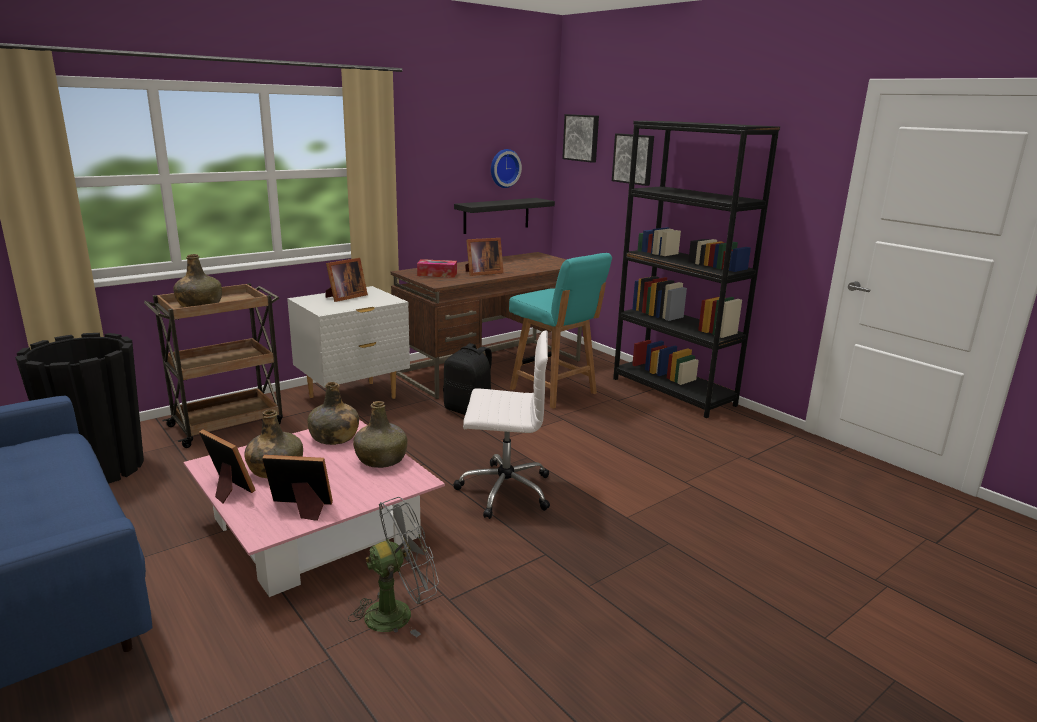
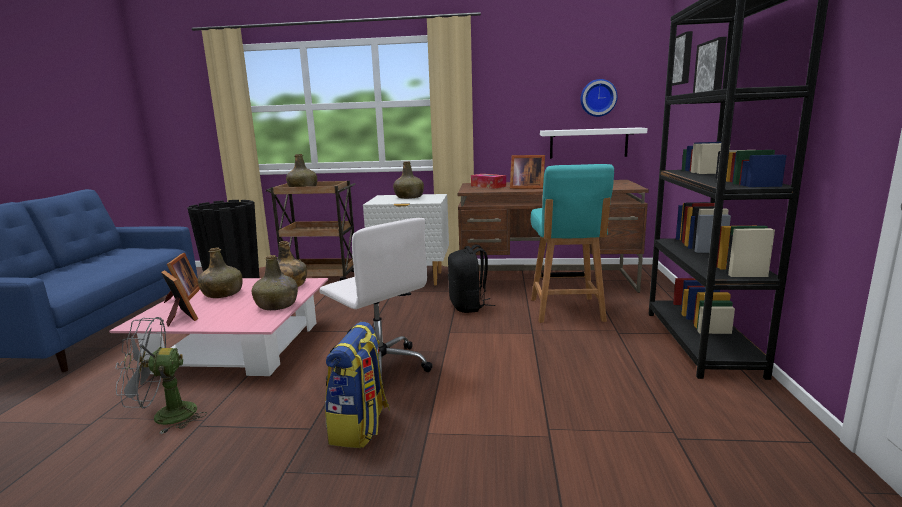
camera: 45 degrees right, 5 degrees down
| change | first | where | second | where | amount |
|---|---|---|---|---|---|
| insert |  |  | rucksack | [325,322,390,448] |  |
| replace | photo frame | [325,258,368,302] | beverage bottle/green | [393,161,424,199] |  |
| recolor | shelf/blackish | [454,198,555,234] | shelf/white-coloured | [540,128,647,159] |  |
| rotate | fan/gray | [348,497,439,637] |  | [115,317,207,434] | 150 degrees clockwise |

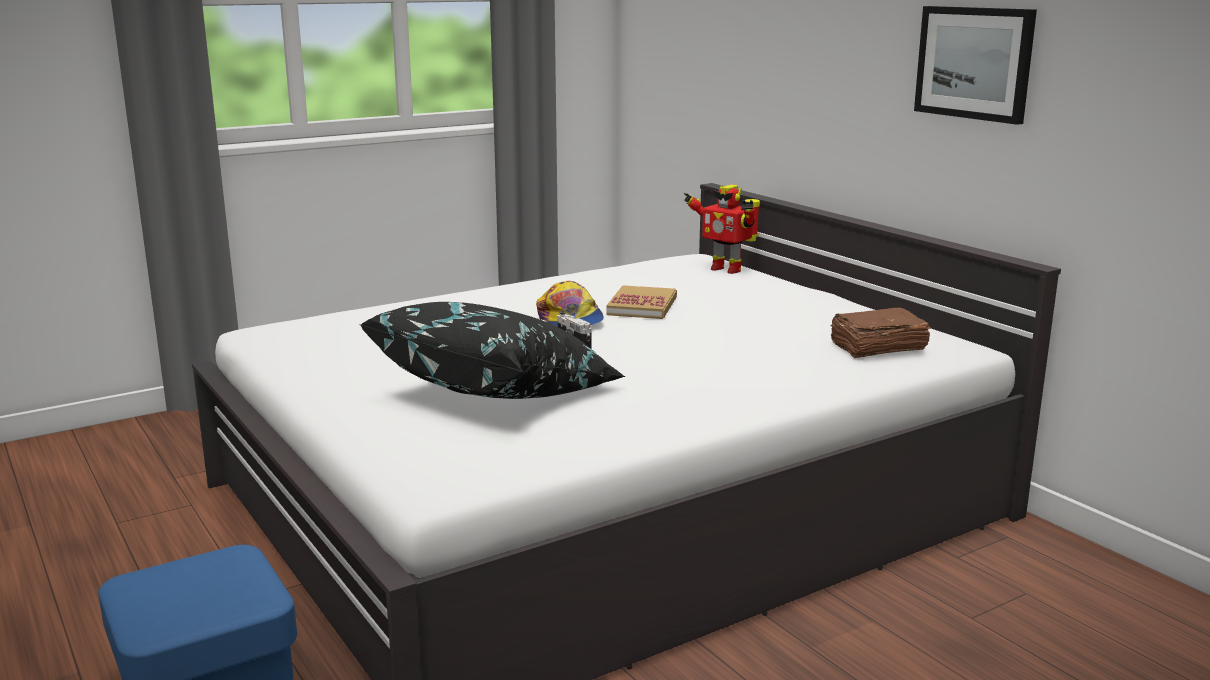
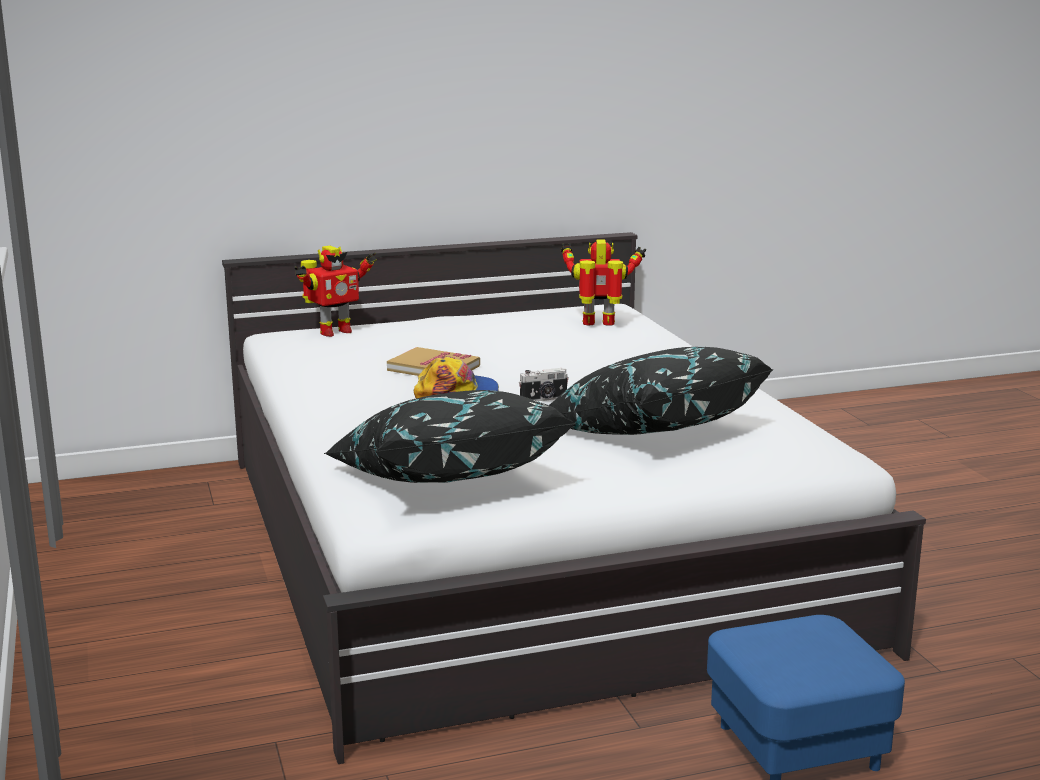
camera: 75 degrees left, 0 degrees up
| change | first | where | second | where | amount |
|---|---|---|---|---|---|
| delete | picture | [914,6,1037,125] |  |  |  |
| insert |  |  | cushion/blackish | [324,390,576,483] |  |
| replace | bound book/brown | [830,308,931,358] | robot figure | [561,239,646,326] |  |

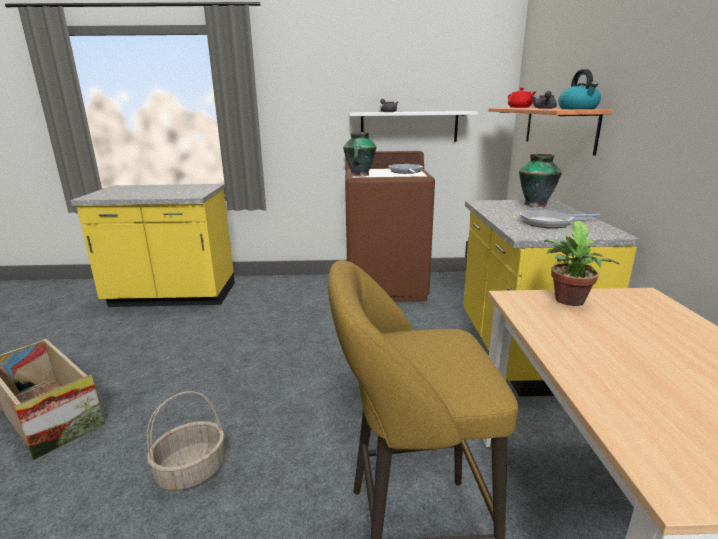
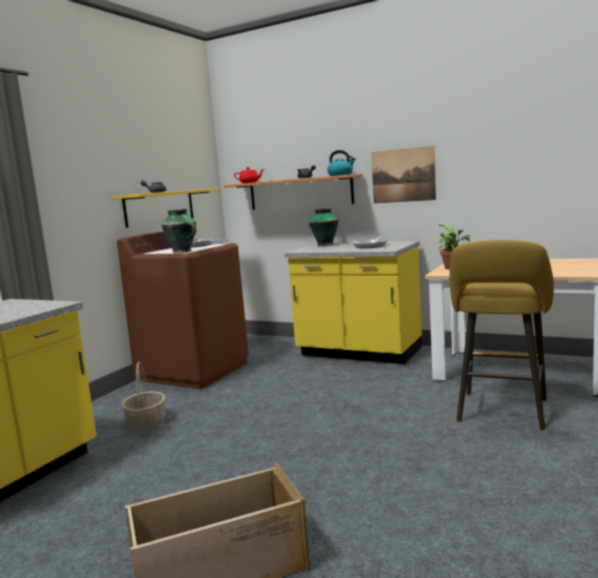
camera: 60 degrees left, 10 degrees down
| change | first | where | second | where | amount |
|---|---|---|---|---|---|
| insert |  |  | picture | [371,146,436,204] |  |
| move | basket | [147,391,225,491] |  | [121,361,166,430] |  |
| recolor | shelf/white-coloured | [350,111,478,142] | shelf/yellowish | [113,188,220,228] |  |

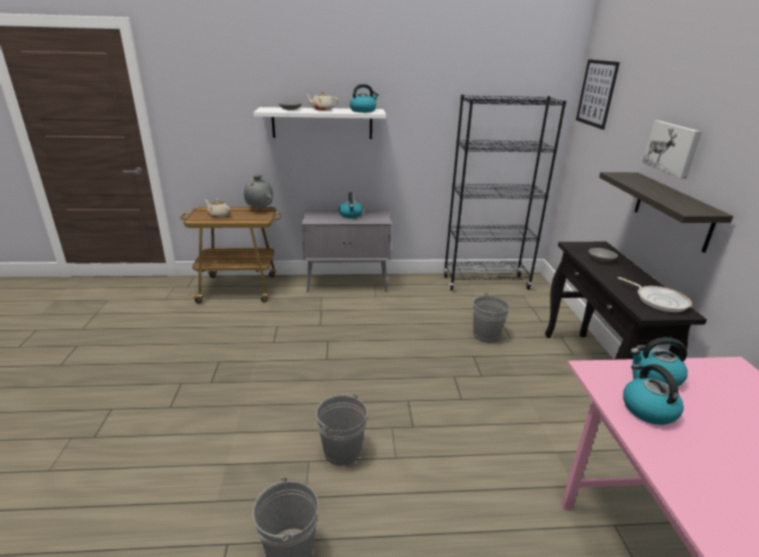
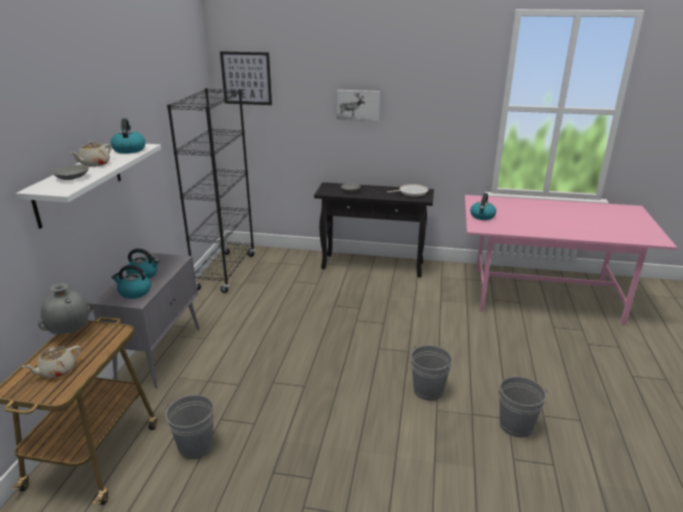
camera: 75 degrees left, 0 degrees up
| change | first | where | second | where | amount |
|---|---|---|---|---|---|
| delete | shelf | [599,172,733,253] |  |  |  |
| move | bucket/gray | [473,293,509,343] |  | [164,395,214,459] |  |
| move | kettle | [623,364,684,425] |  | [111,265,151,299] |  |

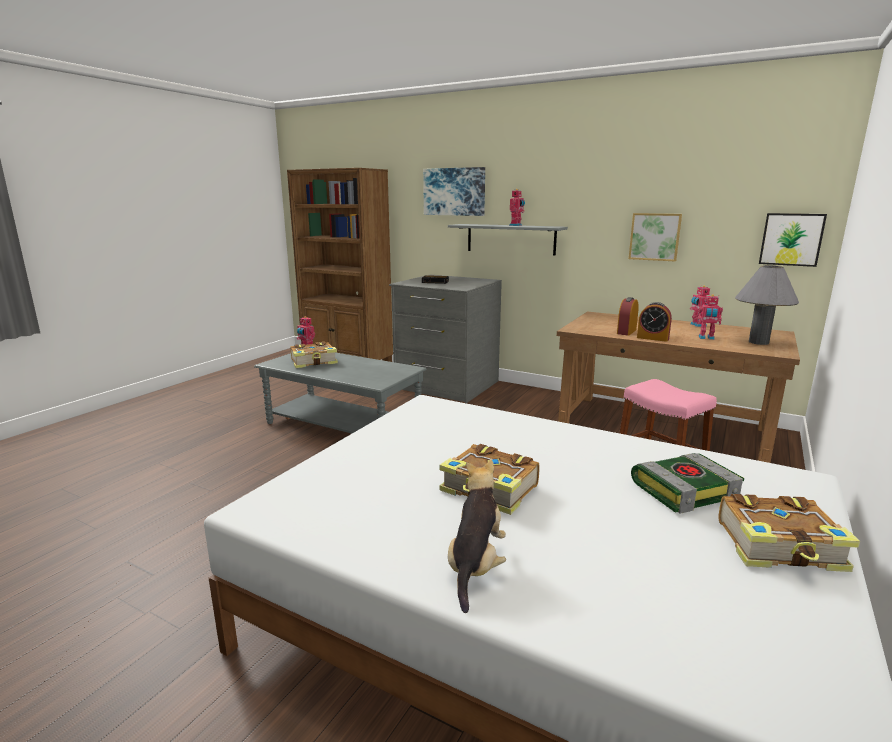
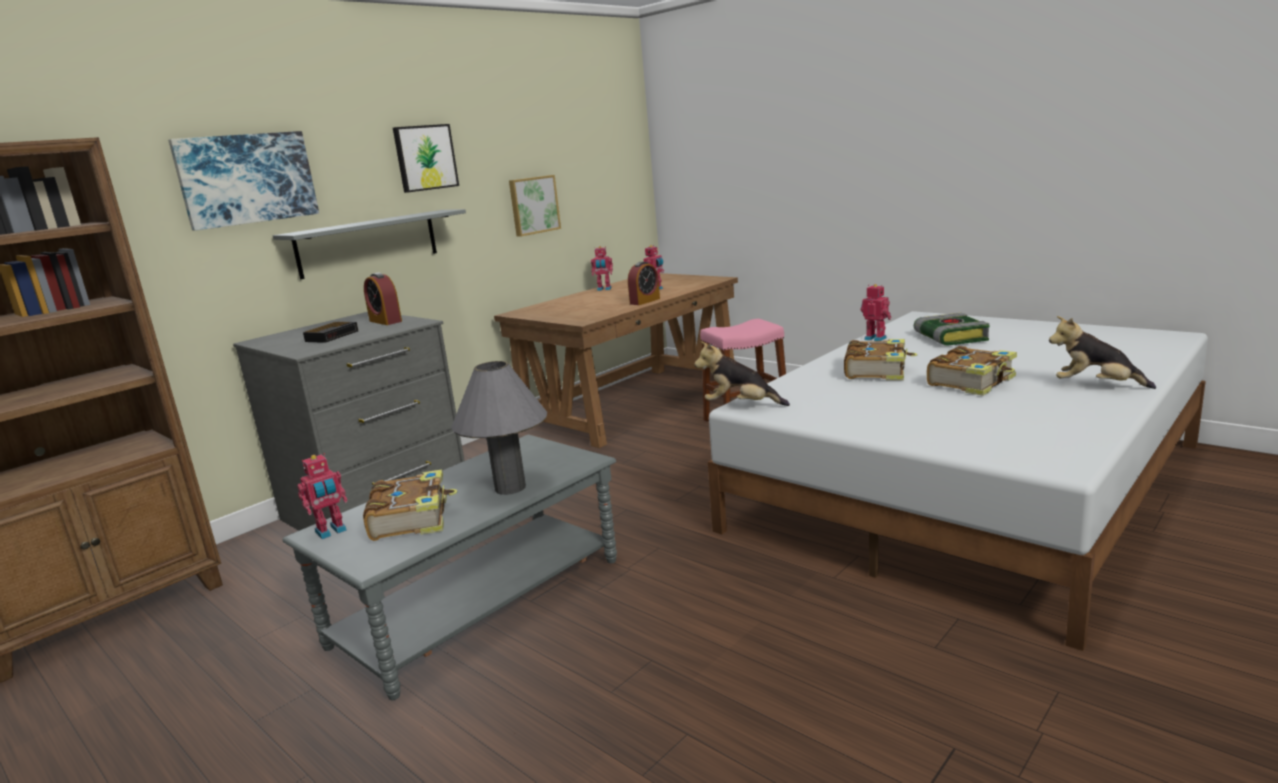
camera: 75 degrees left, 0 degrees up
| change | first | where | second | where | amount |
|---|---|---|---|---|---|
| insert |  |  | soft toy | [694,341,790,406] |  |
| move | robot figure | [509,189,525,226] |  | [861,284,891,341] |  |
| move | alarm clock | [617,297,639,336] |  | [364,273,402,325] |  |
| move | bound book | [719,494,860,572] |  | [844,339,918,380] |  |
| move | table lamp/gray | [735,265,799,345] |  | [451,361,547,495] |  |
| move | picture | [759,213,827,267] |  | [393,124,459,193] |  |

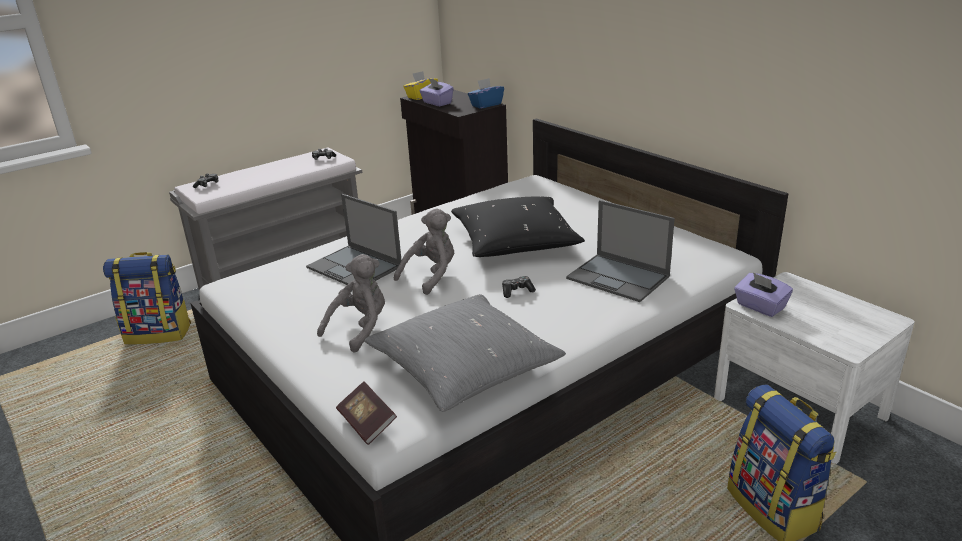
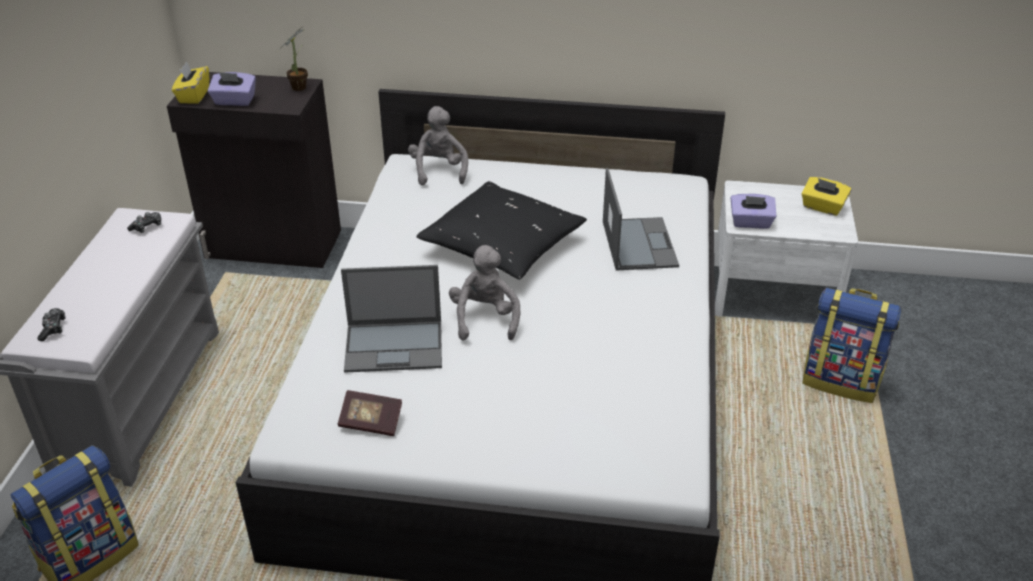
camera: 45 degrees left, 10 degrees up
| change | first | where | second | where | amount |
|---|---|---|---|---|---|
| delete | cushion/gray | [364,294,566,412] |  |  |  |
| delete | game controller | [502,276,536,298] |  |  |  |
| insert |  |  | tissue holder/yellowish | [801,177,852,216] |  |
| move | soft toy/gray | [317,254,385,353] |  | [408,106,468,186] |  |
| move | bound book | [336,382,397,445] |  | [338,390,402,436] |  |
| replace | tissue holder/bluish | [468,78,504,109] | houseplant | [278,26,308,91] |  |
| rotate | notebook computer | [566,200,675,302] |  | [603,168,679,271] | 90 degrees counterclockwise |

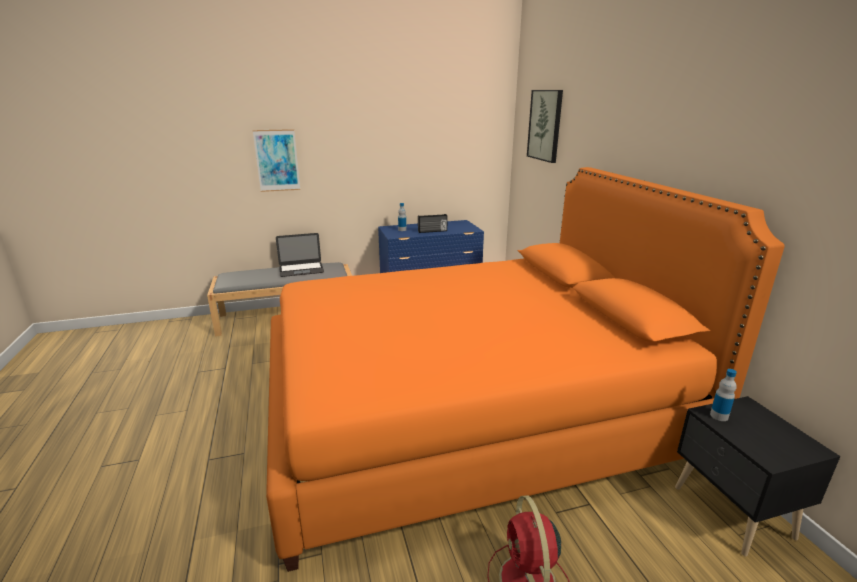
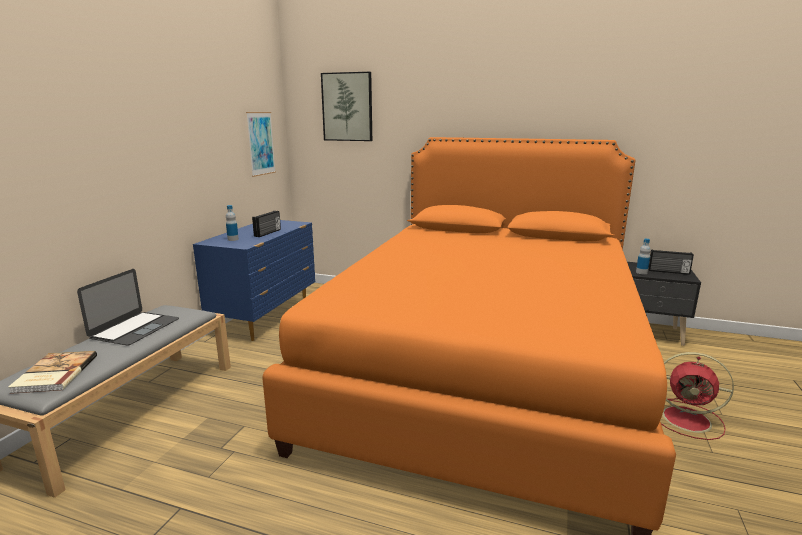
camera: 55 degrees left, 5 degrees down
| change | first | where | second | where | amount |
|---|---|---|---|---|---|
| insert |  |  | bound book | [8,351,97,394] |  |
| insert |  |  | radio set | [648,250,694,275] |  |
| move | picture | [253,129,300,192] |  | [246,112,276,177] |  |

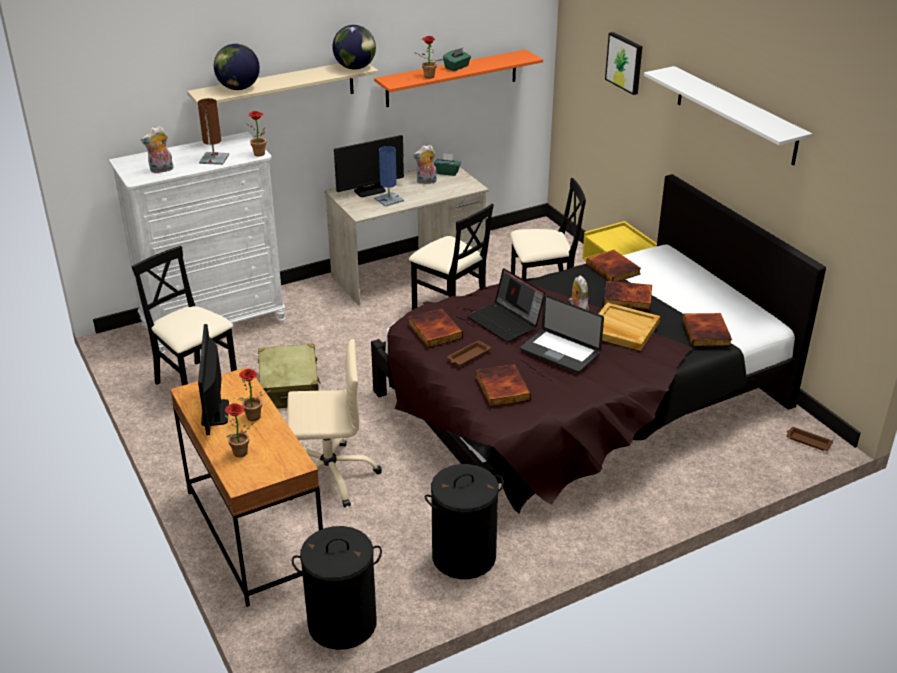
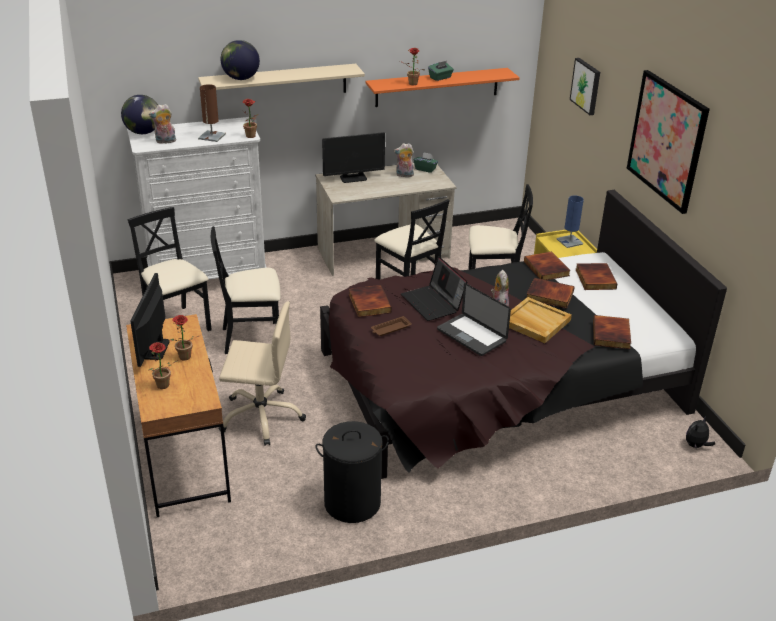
camera: 10 degrees right, 0 degrees up
| change | first | where | second | where | amount |
|---|---|---|---|---|---|
| delete | laundry basket/blackish | [292,526,382,650] |  |  |  |
| move | desk globe | [332,25,376,70] |  | [121,95,158,134] |  |
| move | table lamp/bluish | [374,146,404,207] |  | [557,195,584,248] |  |
| move | bound book | [476,364,531,407] |  | [575,263,617,290] |  |
| replace | piece of luggage/beige-coloured | [258,344,321,409] | chair/blackish | [211,226,280,354] |  |
| replace | shelf/white-coloured | [644,66,812,165] | picture | [626,70,710,214] |  |
| replace | tray/brown | [786,427,833,451] | soft toy | [686,416,715,449] |  |

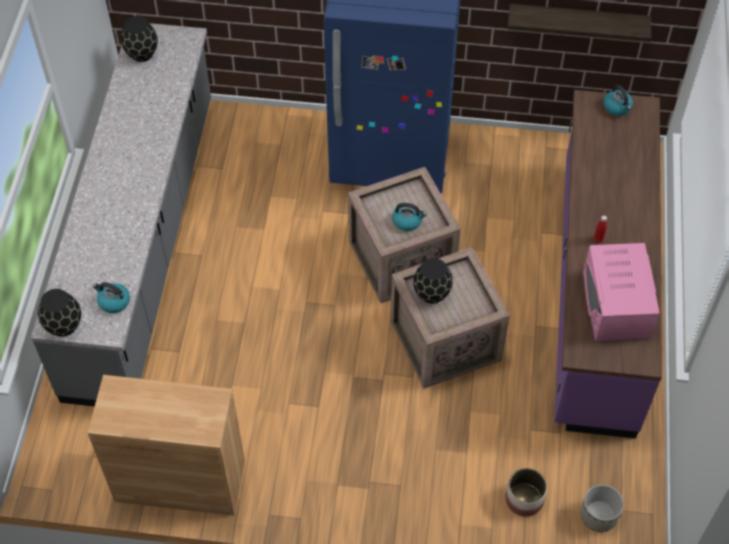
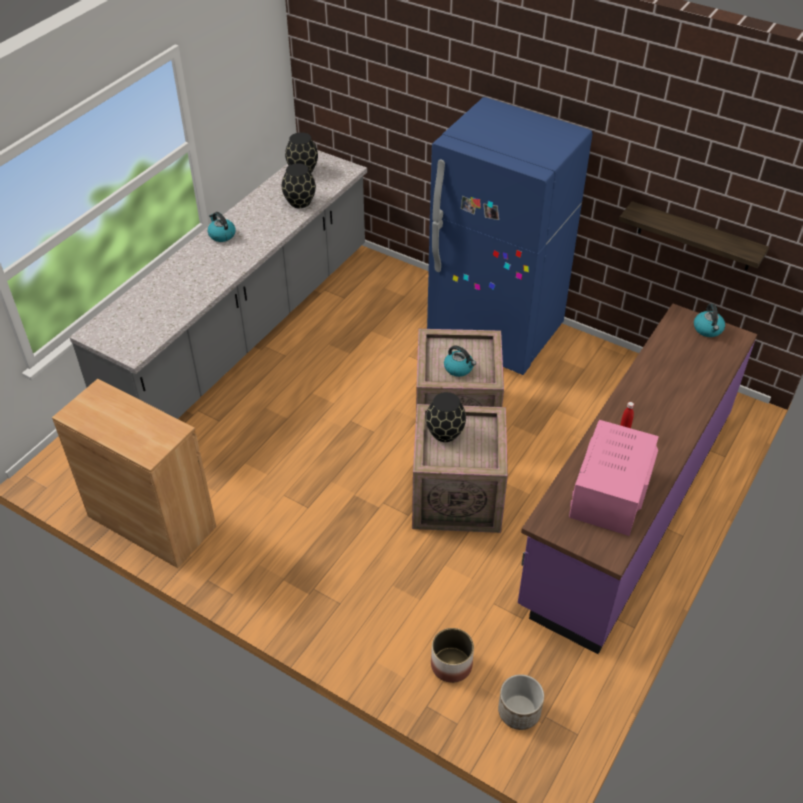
camera: 25 degrees right, 10 degrees down
| change | first | where | second | where | amount |
|---|---|---|---|---|---|
| move | flower vase/blackish | [38,289,81,337] |  | [282,163,316,208] |  |
| move | kettle | [93,282,130,313] |  | [208,212,236,242] |  |

